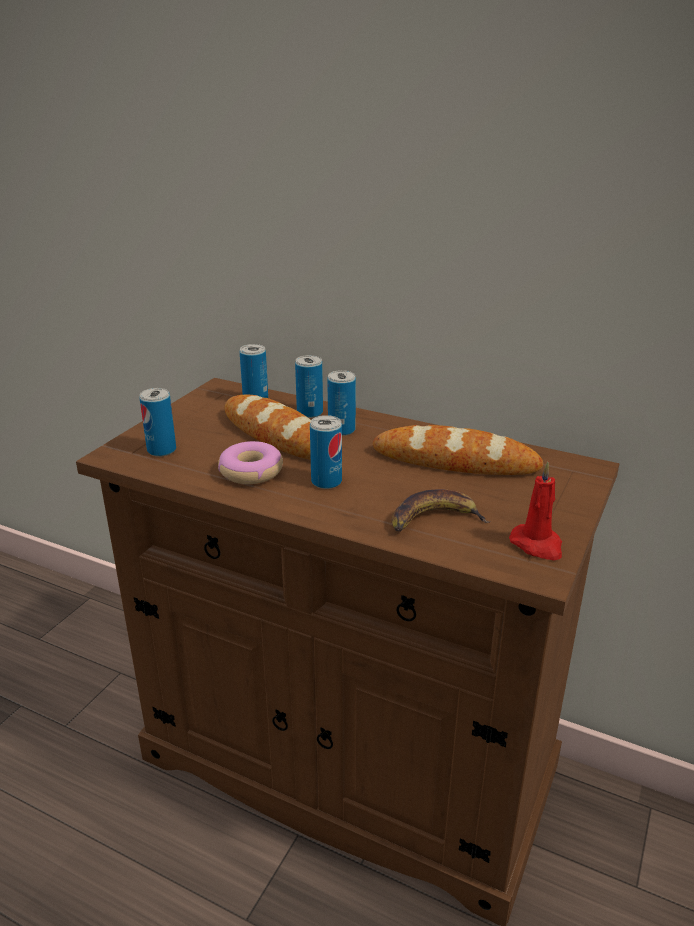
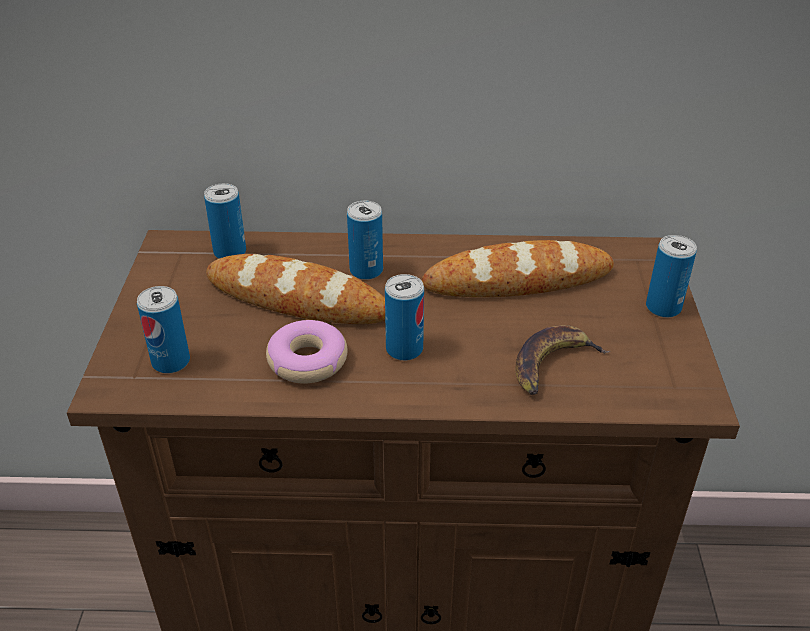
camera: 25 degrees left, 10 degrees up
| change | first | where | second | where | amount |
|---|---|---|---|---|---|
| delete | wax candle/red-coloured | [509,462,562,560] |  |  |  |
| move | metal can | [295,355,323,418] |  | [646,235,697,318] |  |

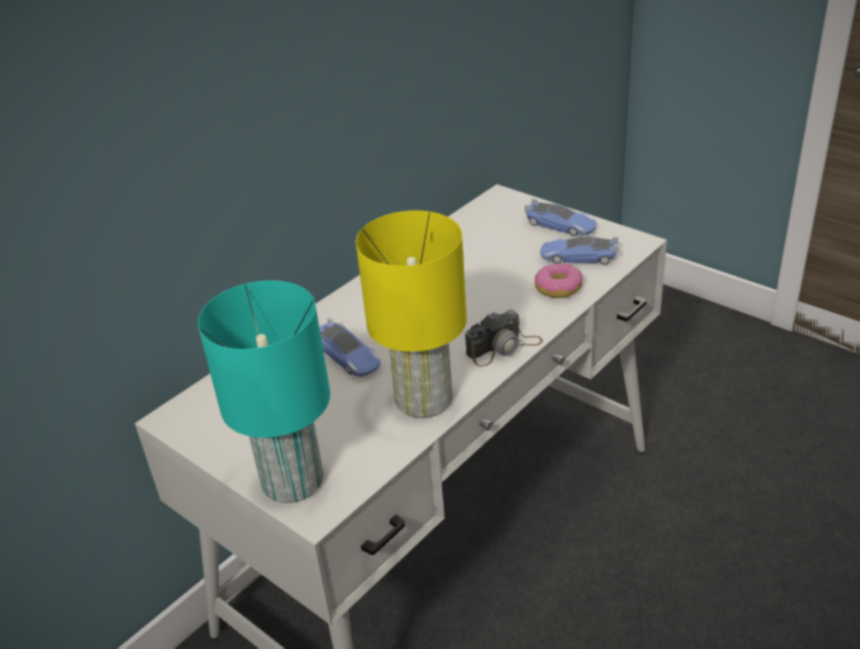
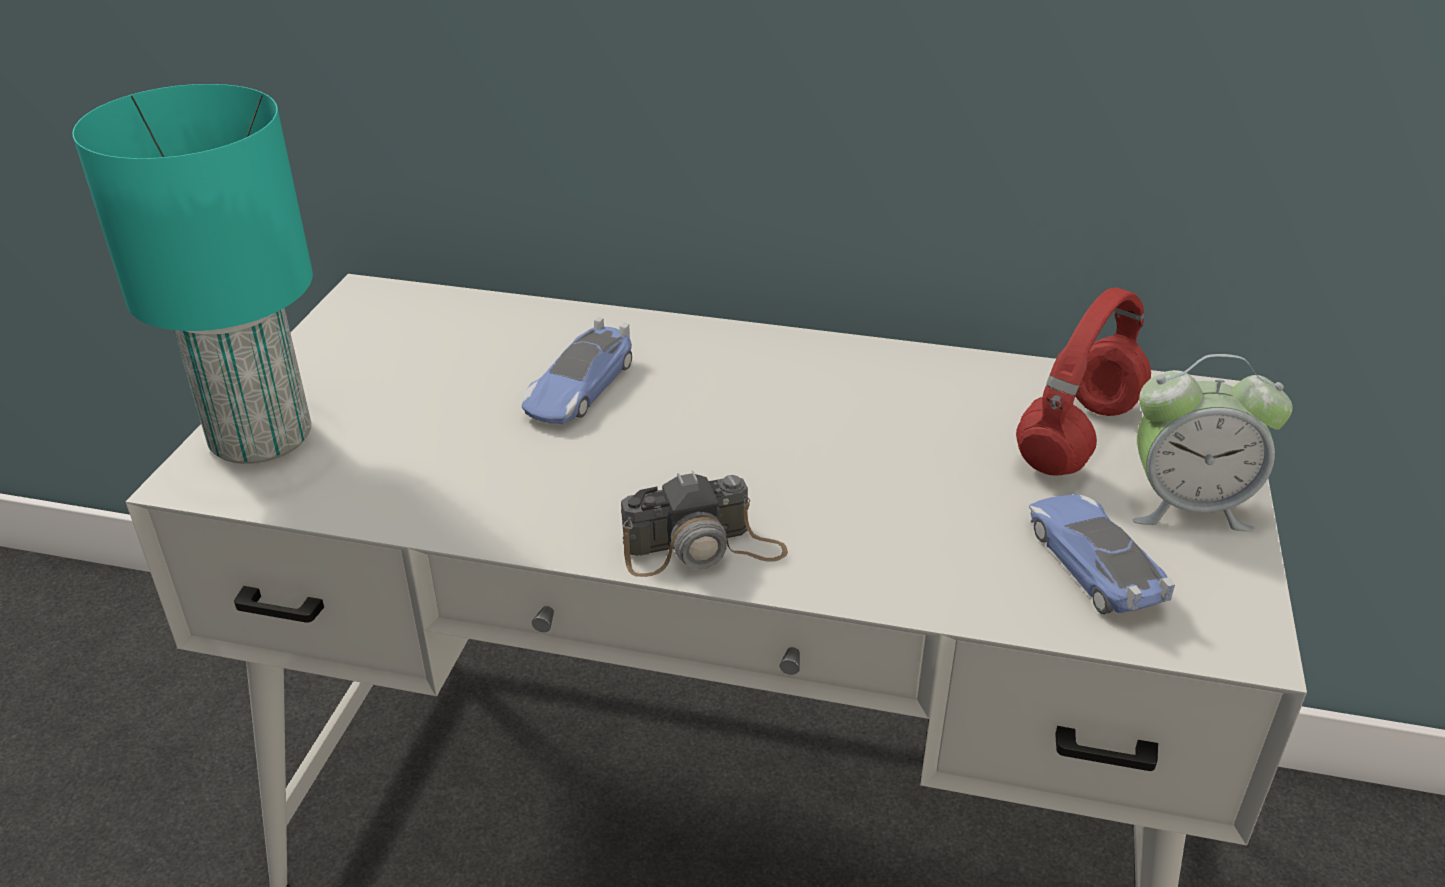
camera: 60 degrees right, 0 degrees up
| change | first | where | second | where | amount |
|---|---|---|---|---|---|
| delete | table lamp/yellowish | [356,210,467,418] |  |  |  |
| delete | doughnut | [535,263,583,298] |  |  |  |
| insert |  |  | pair of headphones/red-coloured | [1016,287,1151,476] |  |
| replace | miniature car | [525,198,597,236] | alarm clock | [1133,354,1293,531] |  |
| rotate | still camera | [465,310,543,367] |  | [621,471,788,577] | 45 degrees counterclockwise |

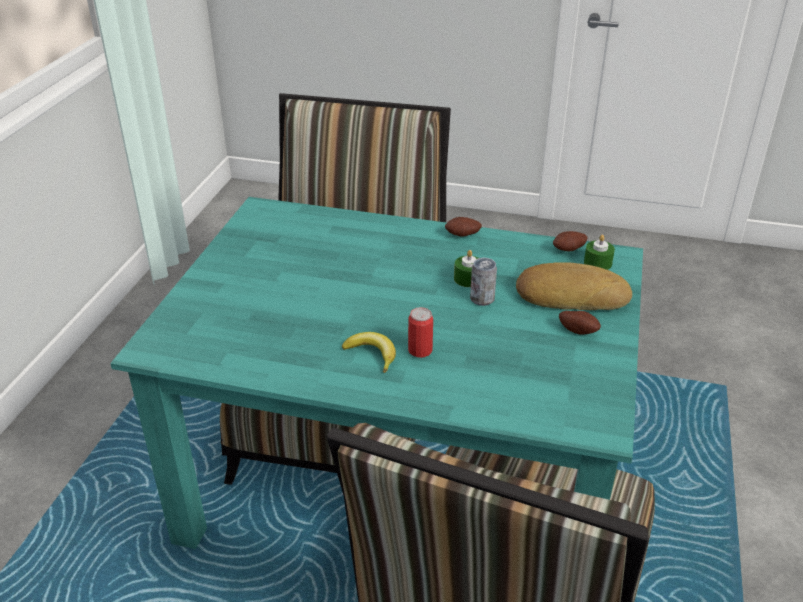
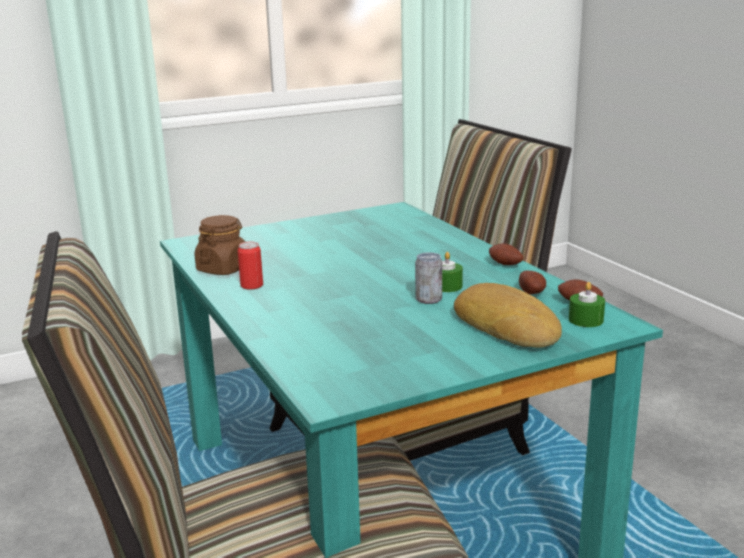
camera: 50 degrees right, 15 degrees down
| change | first | where | second | where | amount |
|---|---|---|---|---|---|
| delete | banana | [342,332,396,373] |  |  |  |
| insert |  |  | storage jar/brown | [195,215,245,275] |  |
| move | metal can | [408,307,433,358] |  | [238,242,263,290] |  |
| move | spud | [559,311,601,335] |  | [519,271,546,294] |  |

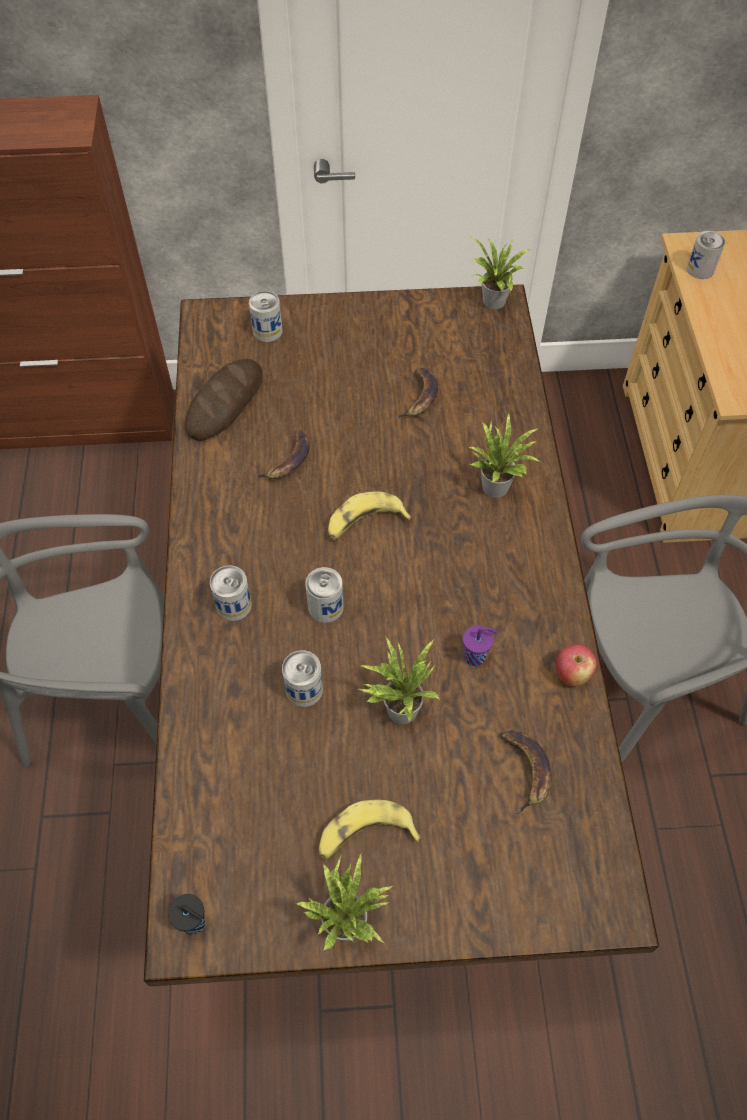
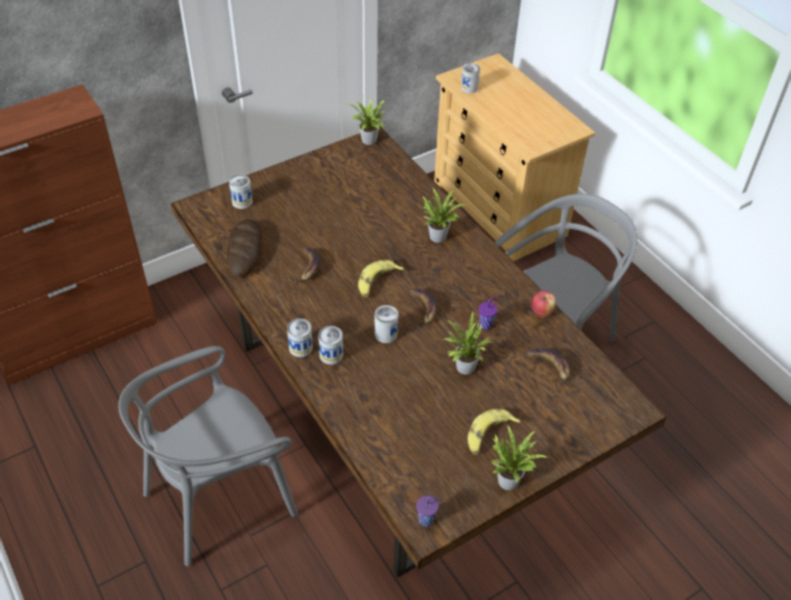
camera: 30 degrees left, 10 degrees down
| change | first | where | second | where | amount |
|---|---|---|---|---|---|
| move | metal can | [282,650,323,707] |  | [287,319,313,357] |  |
| move | banana | [394,368,438,419] |  | [408,289,437,329] |  |
| recolor | cup/blackish | [168,894,205,935] | cup/purplish | [416,496,441,527] |  |

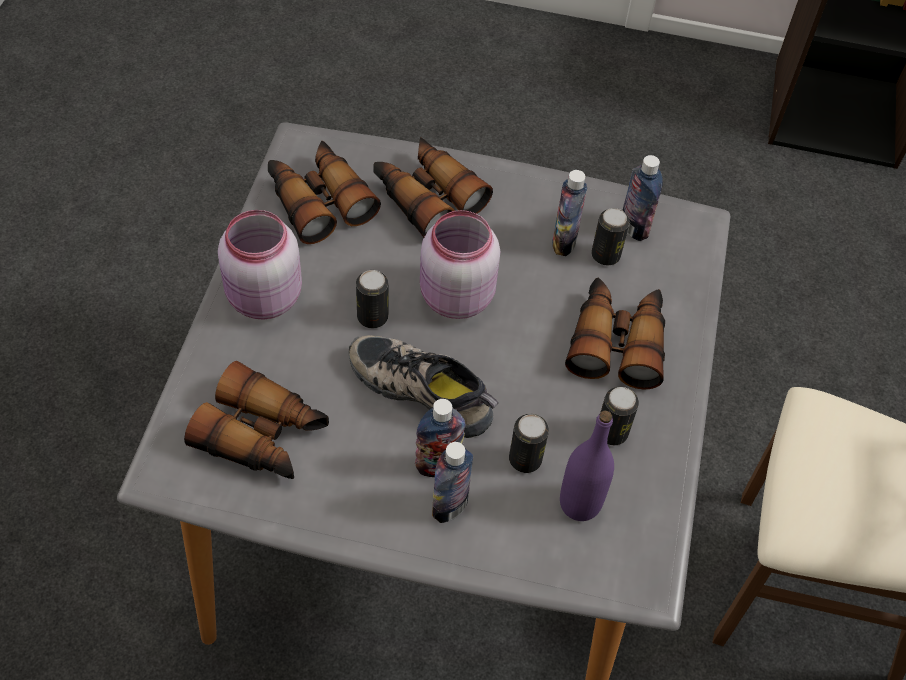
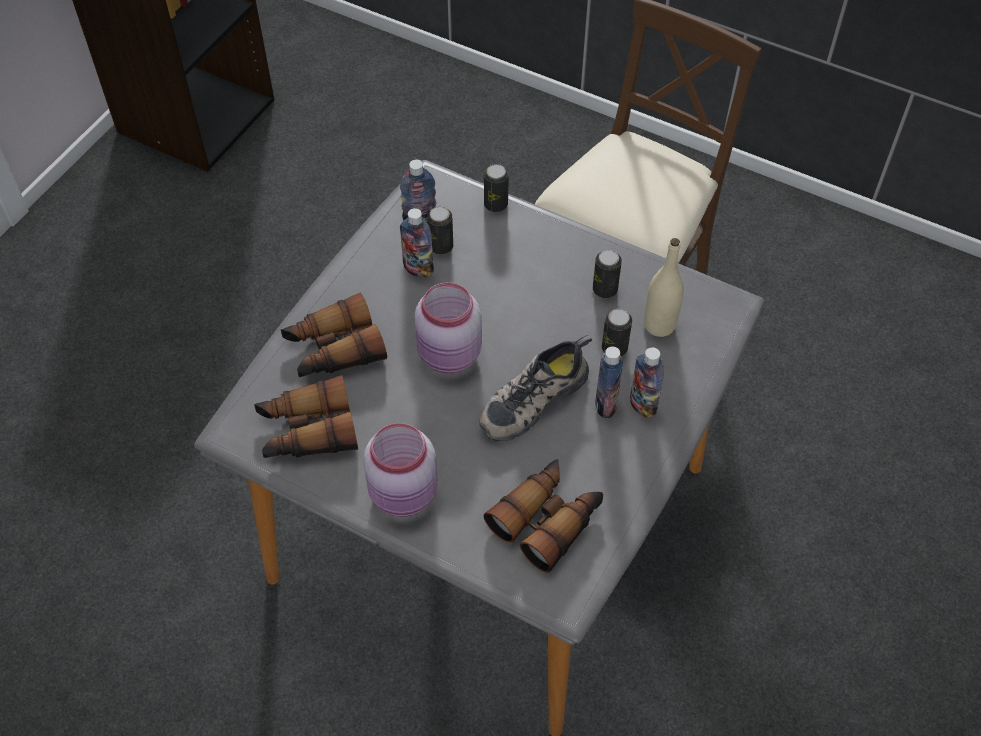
camera: 70 degrees left, 0 degrees up
| change | first | where | second | where | amount |
|---|---|---|---|---|---|
| delete | pair of binoculars | [565,278,665,389] |  |  |  |
| move | metal can | [356,270,388,328] |  | [484,164,509,212] |  |
| recolor | beverage bottle/purplish | [560,411,614,521] | beverage bottle/beige-coloured | [644,238,684,337] |  |

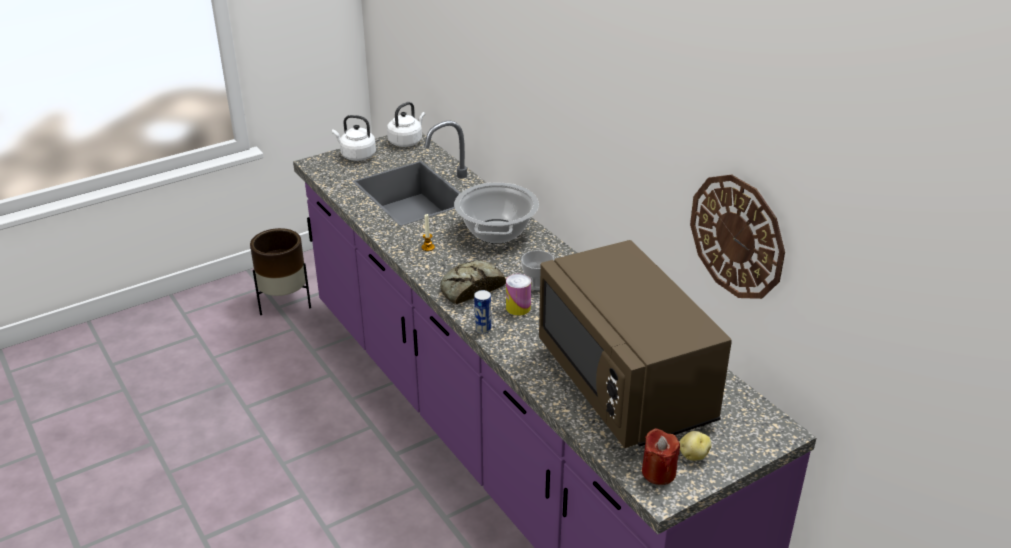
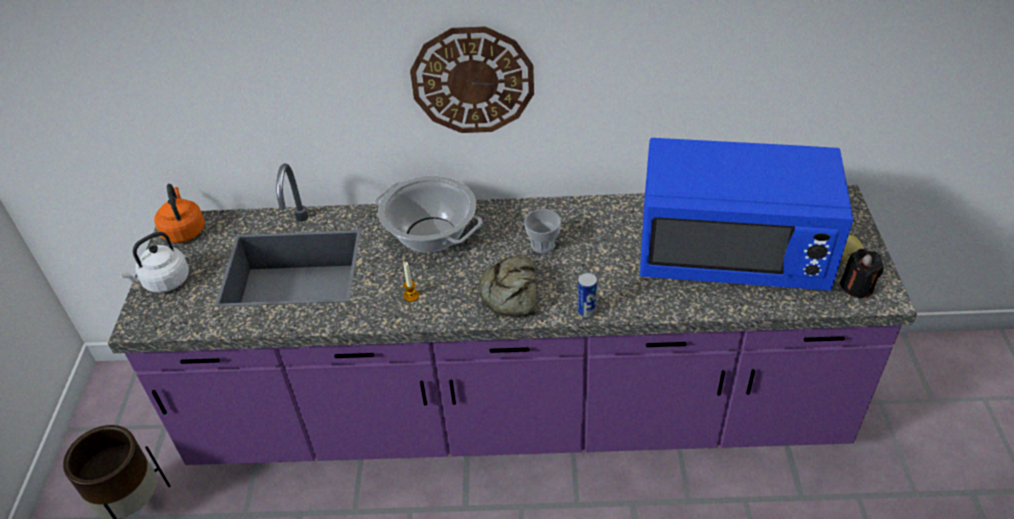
camera: 55 degrees left, 10 degrees up
| change | first | where | second | where | amount |
|---|---|---|---|---|---|
| delete | metal can | [506,274,531,316] |  |  |  |
| move | hanging clock | [690,175,785,299] |  | [410,26,534,133] |  |
| recolor | kettle/white-coloured | [387,102,425,147] | kettle/orangey | [154,184,205,243] |  |
| recolor | microwave oven/brown | [539,240,732,448] | microwave oven/bluish | [640,138,853,291] |  |
| recolor | wax candle/red-coloured | [642,428,680,485] | wax candle/blackish | [840,249,884,298] |  |

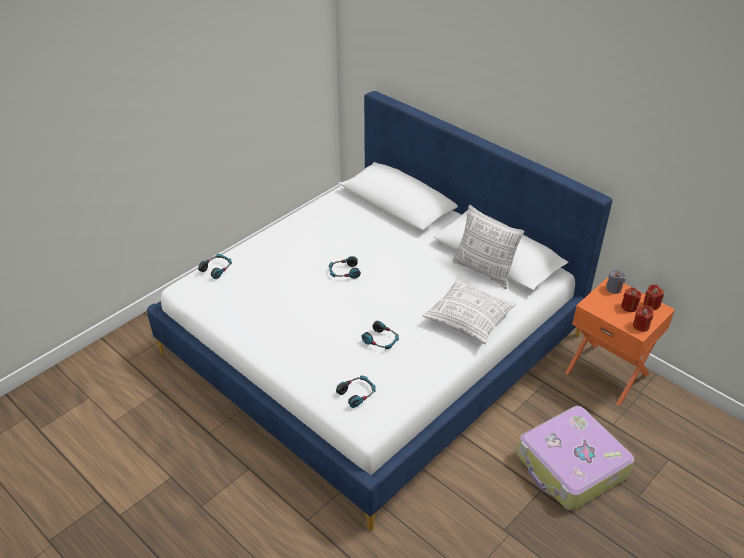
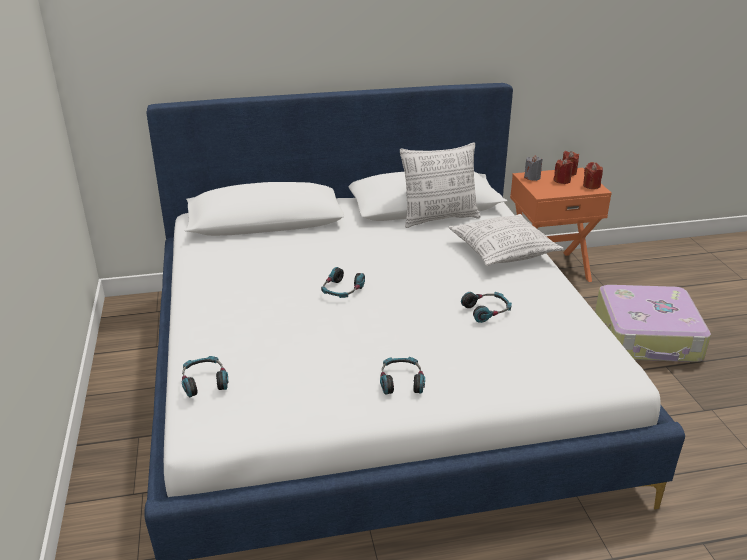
camera: 55 degrees left, 10 degrees down
| change | first | where | second | where | amount |
|---|---|---|---|---|---|
| move | pair of headphones | [336,375,375,408] |  | [380,357,425,395] |  |

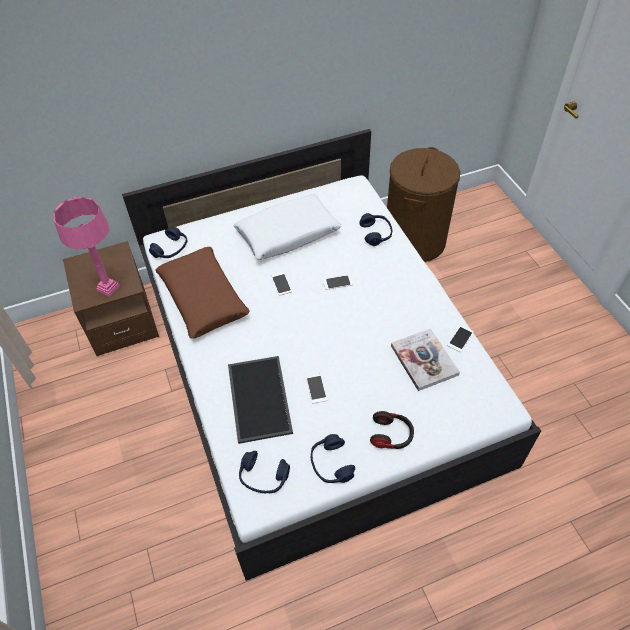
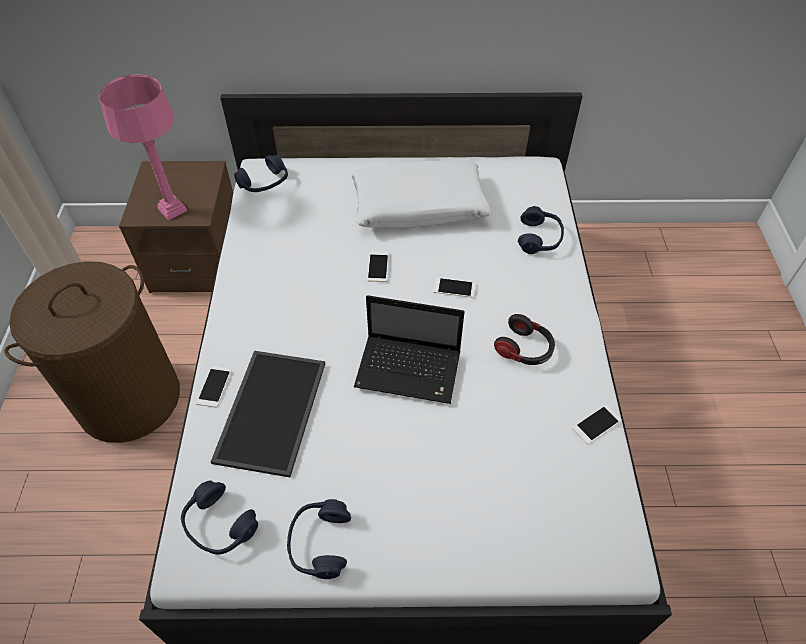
camera: 20 degrees right, 0 degrees up
| change | first | where | second | where | amount |
|---|---|---|---|---|---|
| delete | cushion/brown | [155,247,250,339] |  |  |  |
| delete | bound book | [391,328,460,391] |  |  |  |
| insert |  |  | notebook computer | [354,295,465,404] |  |
| move | telephone | [306,374,327,404] |  | [196,366,232,407] |  |
| move | pair of headphones | [370,411,414,449] |  | [494,314,555,365] |  |
| move | laundry basket/brown | [387,147,460,262] |  | [4,261,180,443] |  |

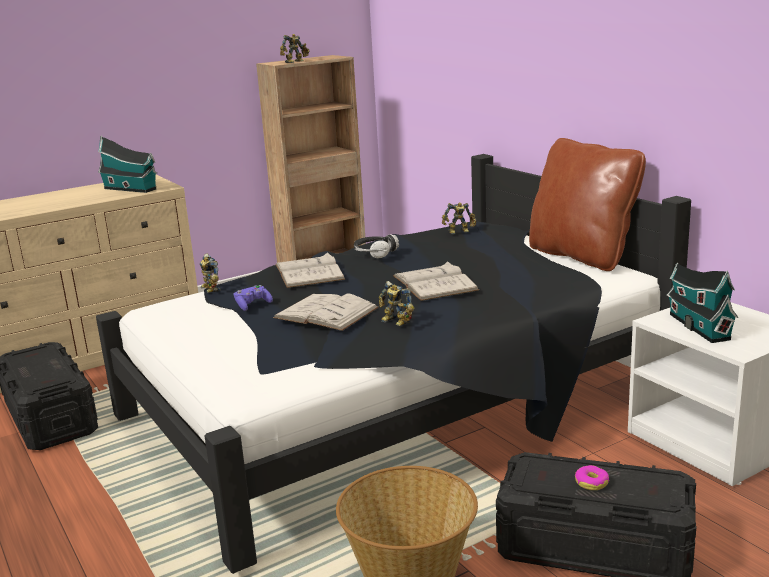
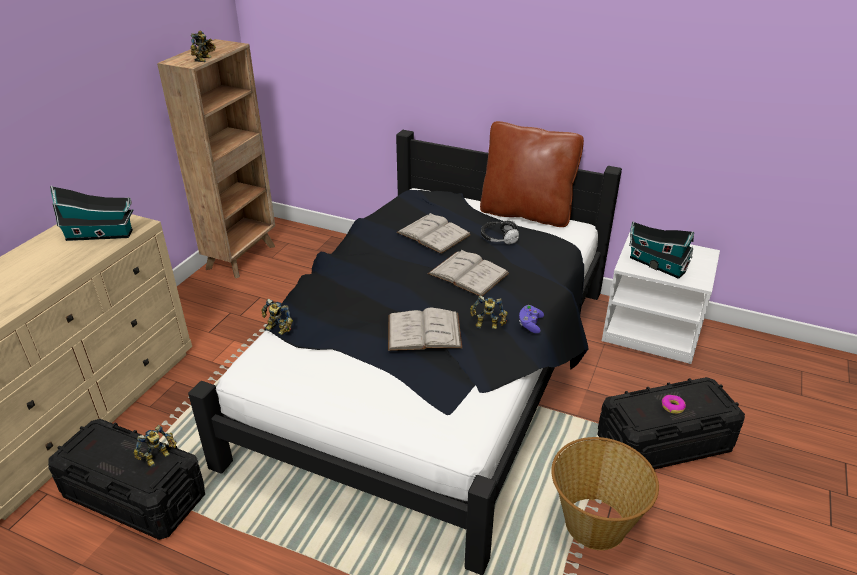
camera: 35 degrees left, 15 degrees up
| change | first | where | second | where | amount |
|---|---|---|---|---|---|
| move | game controller/purplish | [234,285,273,311] |  | [519,305,544,334] |  |
| move | bound book/white-coloured | [275,252,345,288] |  | [396,213,471,254] |  |
| move | pair of headphones | [354,234,399,259] |  | [481,220,519,244] |  |
| move | robot figure | [442,203,476,234] |  | [133,425,177,467] |  |

